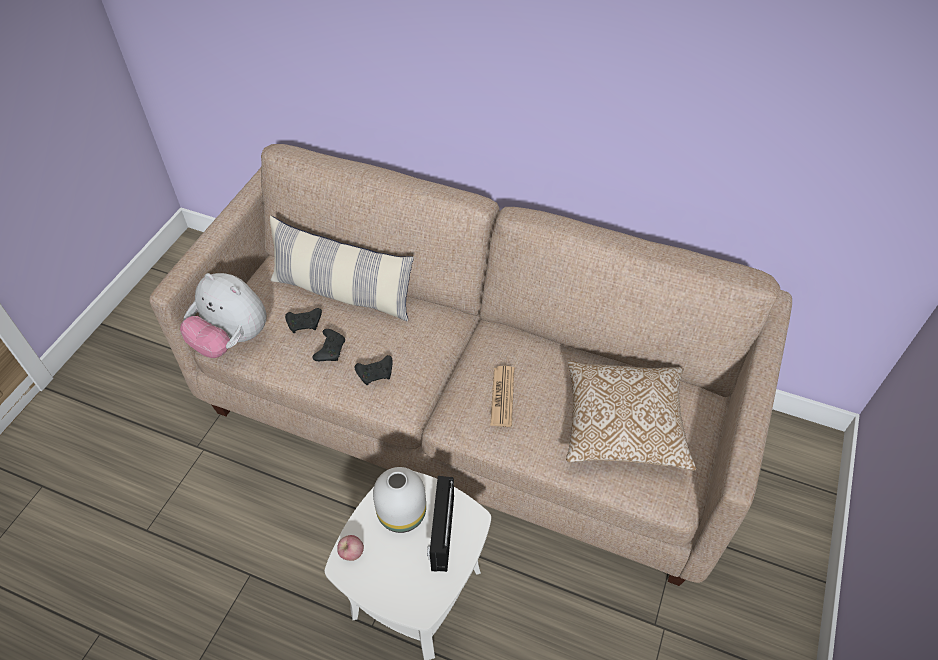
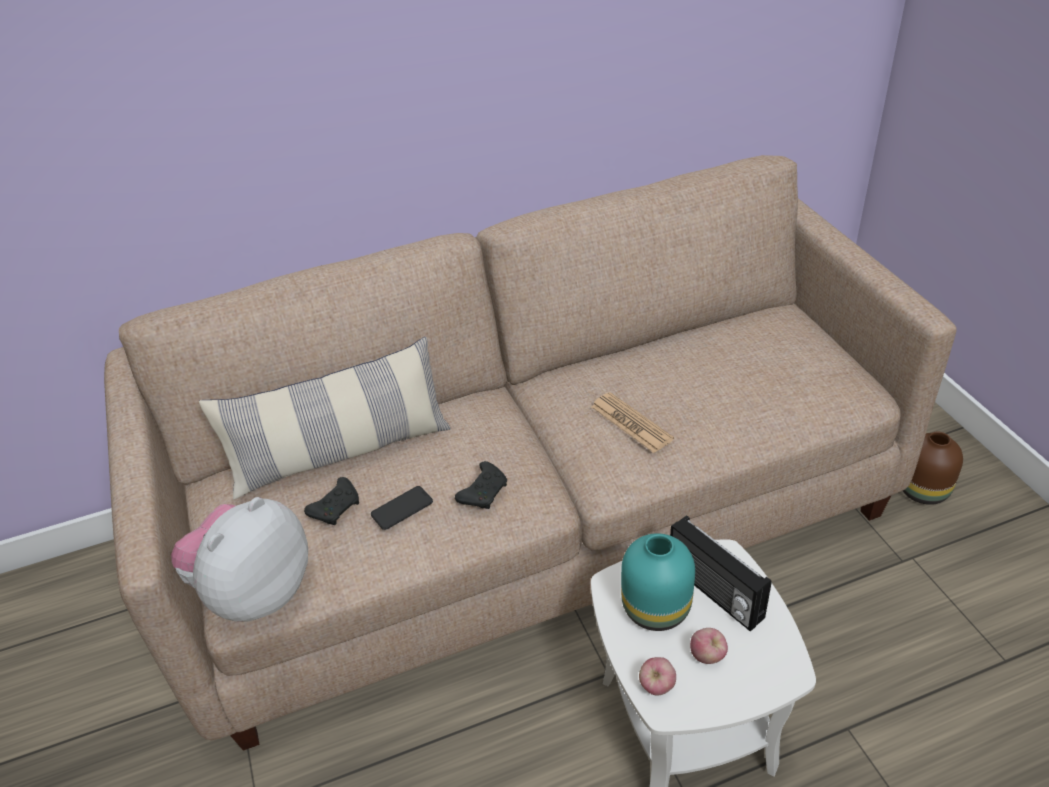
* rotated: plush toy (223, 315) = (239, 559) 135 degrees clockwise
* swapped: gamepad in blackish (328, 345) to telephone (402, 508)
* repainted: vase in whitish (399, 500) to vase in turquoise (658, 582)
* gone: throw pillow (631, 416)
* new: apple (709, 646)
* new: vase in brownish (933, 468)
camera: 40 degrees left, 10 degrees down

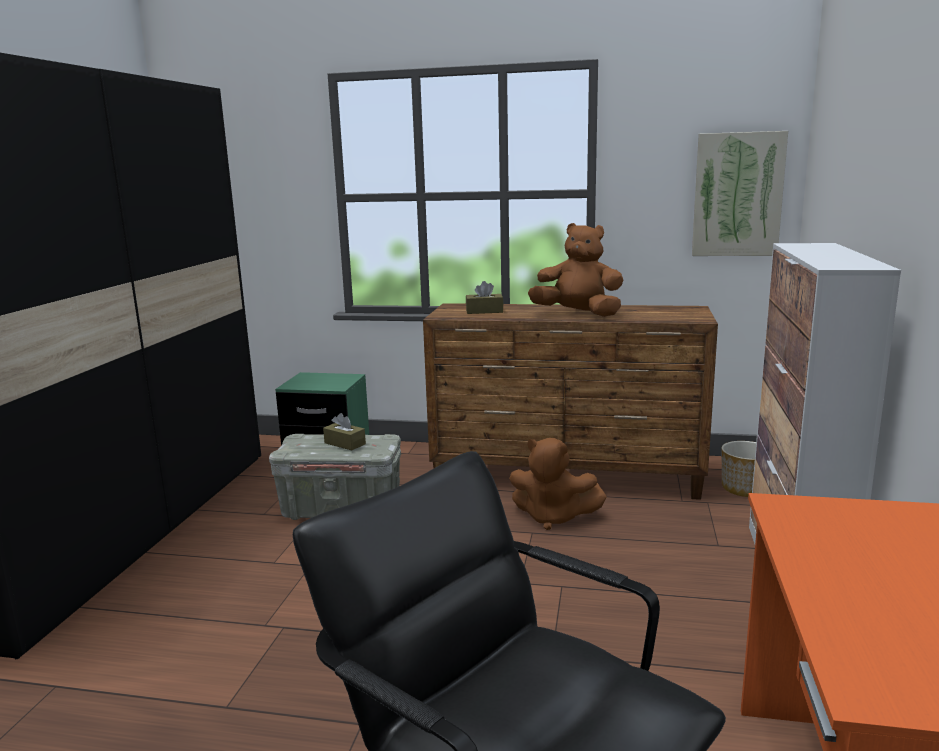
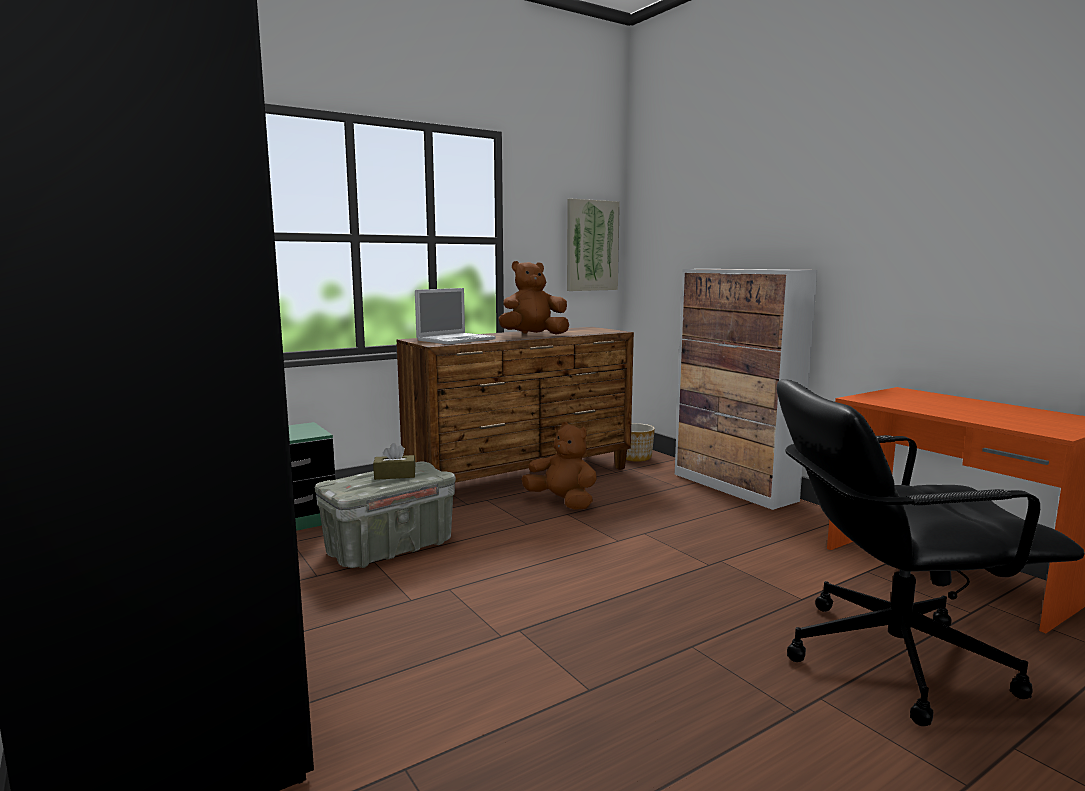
* swapped: tissue holder in brownish (484, 297) to portable computer (455, 316)
* rotated: plush toy in brownish (558, 484) = (559, 466) 120 degrees counterclockwise
camera: 45 degrees left, 5 degrees down

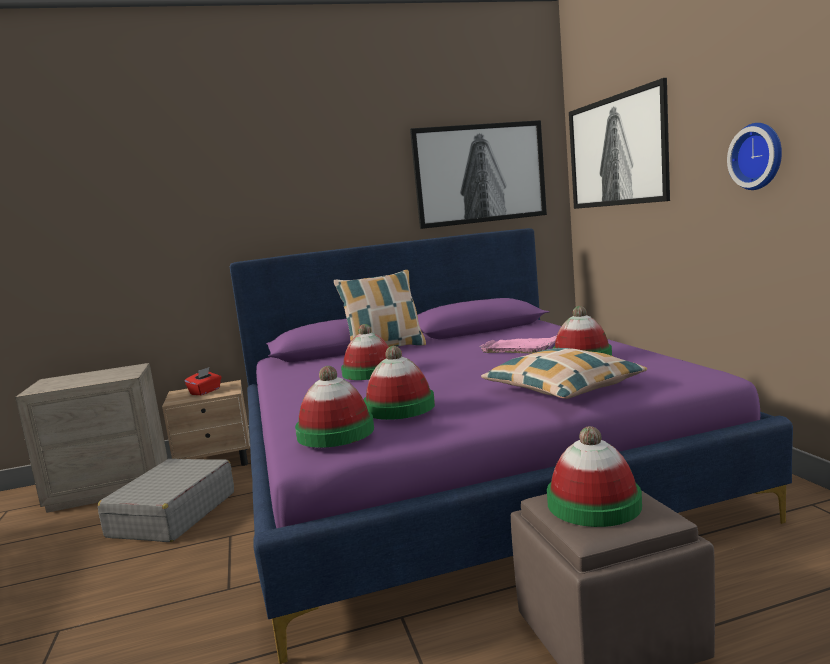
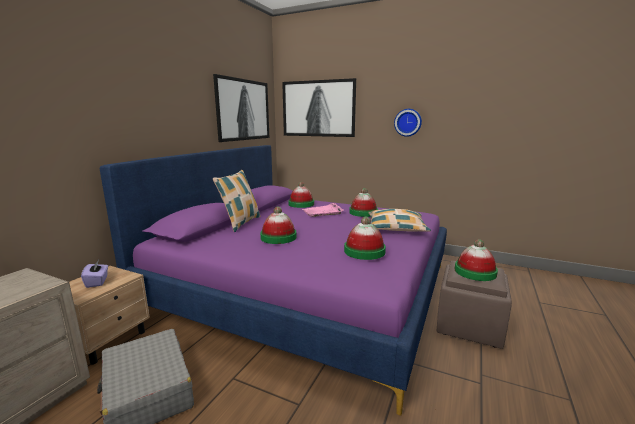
* repainted: tissue holder in red-coloured (203, 381) to tissue holder in purplish (94, 274)
* shifted: wearable hat (334, 407) to (301, 195)
camera: 50 degrees left, 5 degrees up

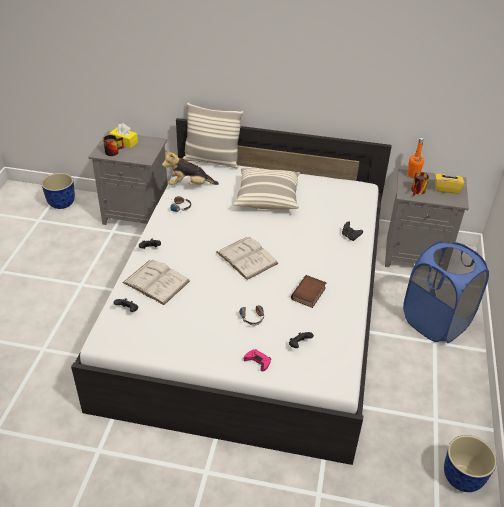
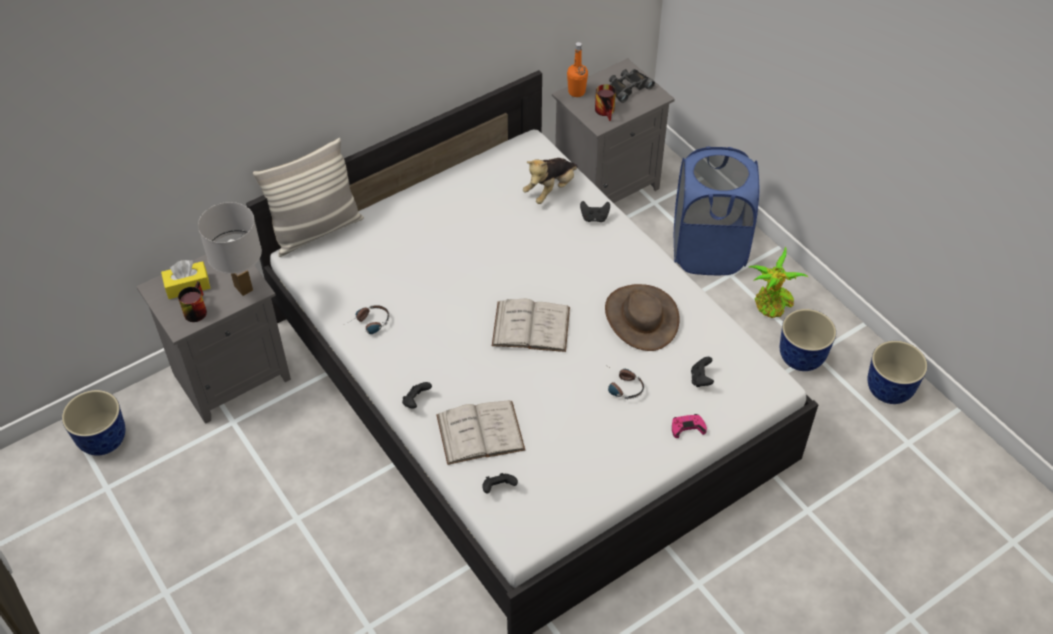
* shifted: plush toy (190, 167) to (550, 181)
* gone: throw pillow (267, 188)
* swapped: volume (308, 291) to wearable hat in brownish (642, 317)
* swapped: tissue holder in yellowish (450, 181) to pair of binoculars in blackish (632, 86)
* new: lamp for a table in whitish (230, 249)
* new: potted plant (778, 282)
* new: planter (808, 340)
camera: 45 degrees left, 10 degrees up

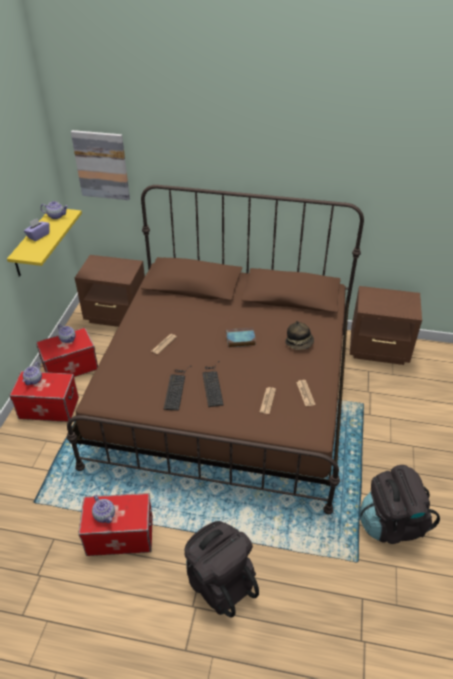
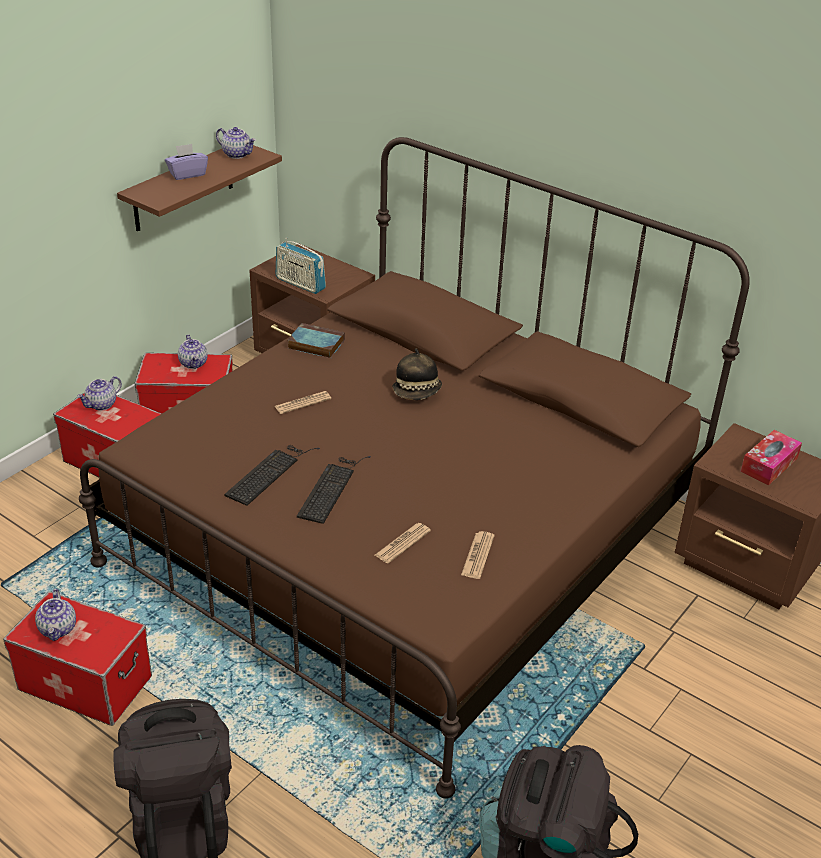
* repainted: bracket shelf in yellowish (44, 243) to bracket shelf in brownish (199, 188)
* gone: wall picture (100, 165)
* shifted: volume (241, 337) to (316, 340)
* shifted: wearable hat (299, 335) to (417, 374)
* new: radio (301, 265)
* new: tissue holder (771, 457)
camera: 25 degrees right, 5 degrees down

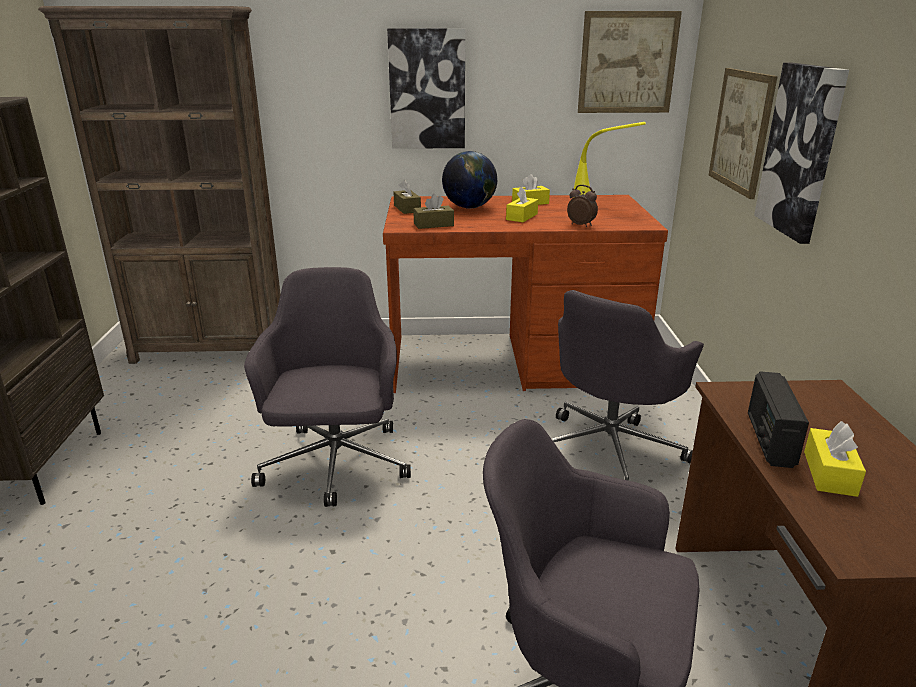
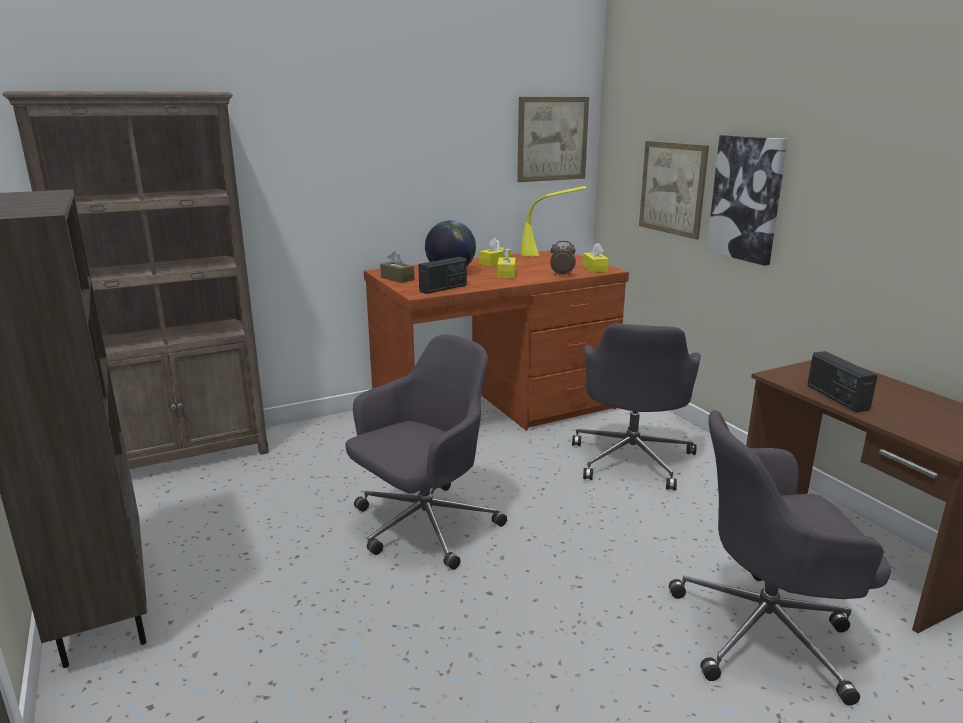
* rotated: desk chair in gray (327, 387) = (426, 452) 75 degrees clockwise
* gone: wall picture (426, 88)
* swapped: tissue holder in brownish (433, 211) to radio (442, 275)
* shifted: tissue holder in yellowish (835, 459) to (596, 258)
camera: 25 degrees left, 5 degrees down

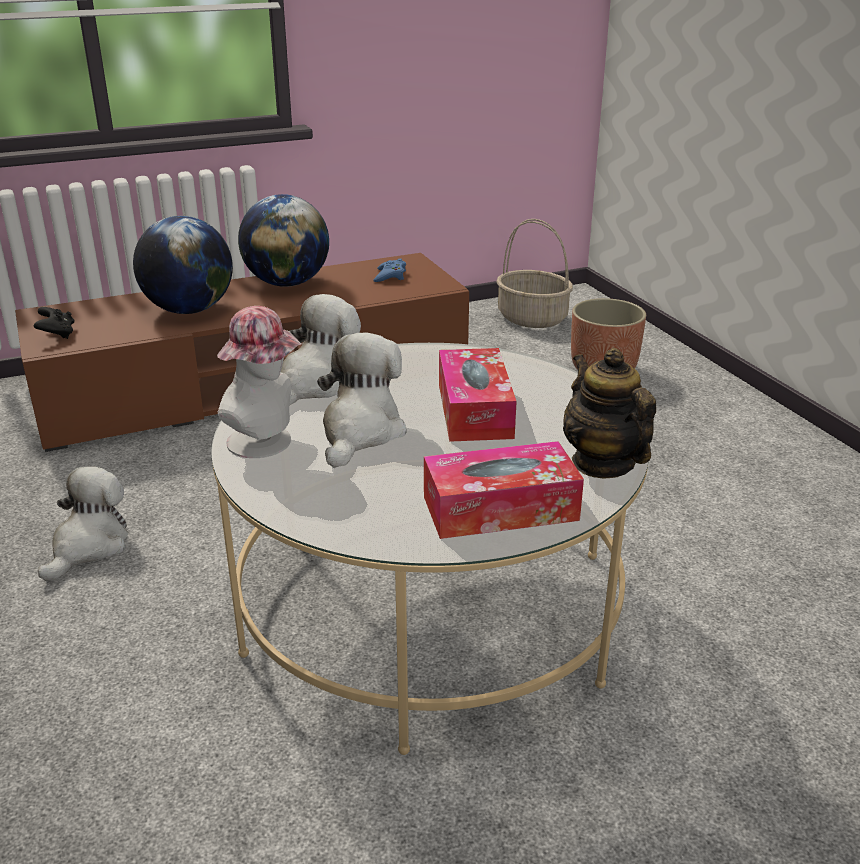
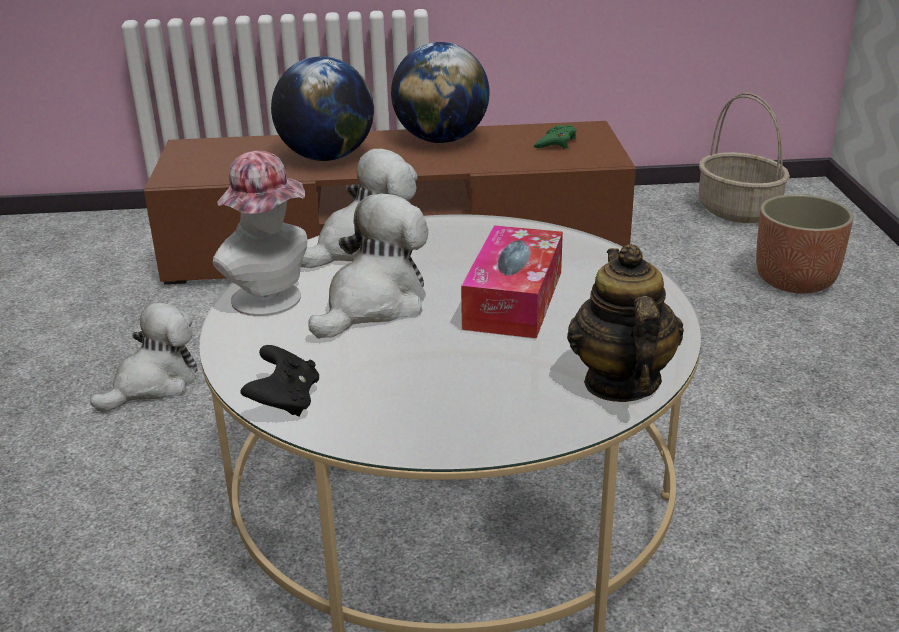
* shifted: gamepad in blackish (54, 323) to (280, 381)
* repainted: gamepad in blue (389, 270) to gamepad in green (555, 136)
* gone: tissue holder (504, 490)
camera: 20 degrees right, 0 degrees up

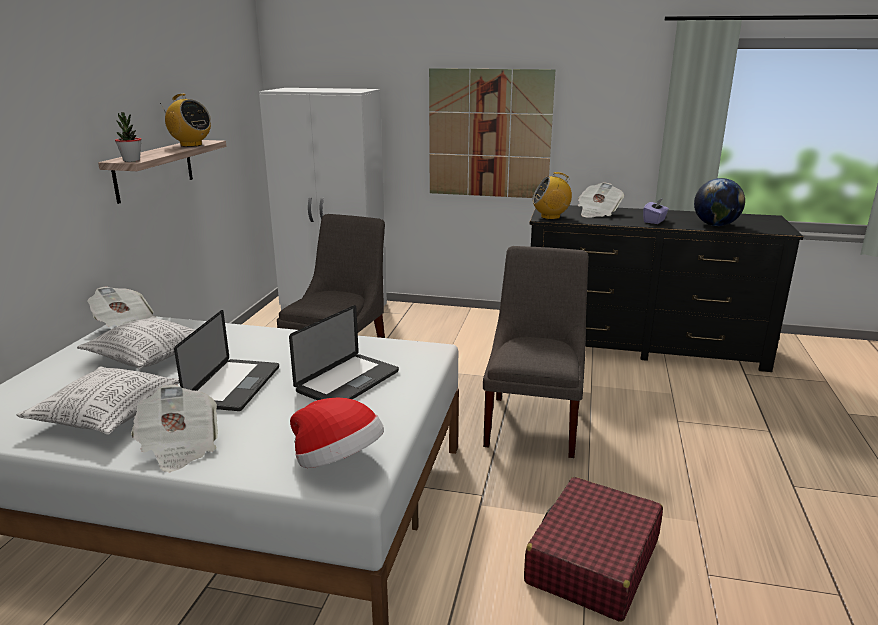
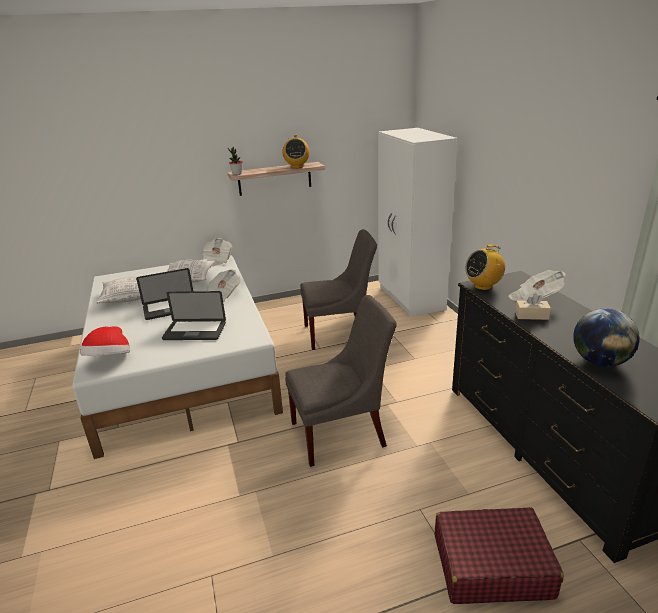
* shifted: daily paper (174, 428) to (223, 285)
* gone: wall picture (492, 133)
* shifted: travel case in red-coloured (593, 549) to (499, 555)
* rotated: radio (552, 196) = (485, 267) 75 degrees counterclockwise
* gone: tissue holder in purplish (656, 211)
* new: tissue holder in sand-coloured (533, 306)
camera: 60 degrees right, 5 degrees up

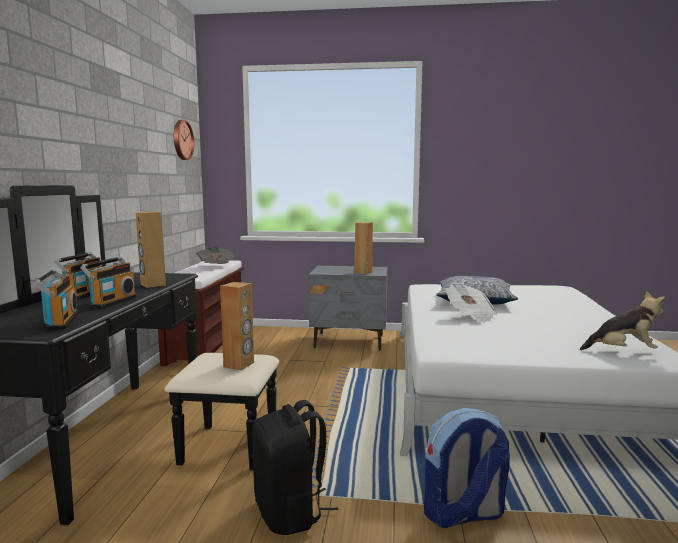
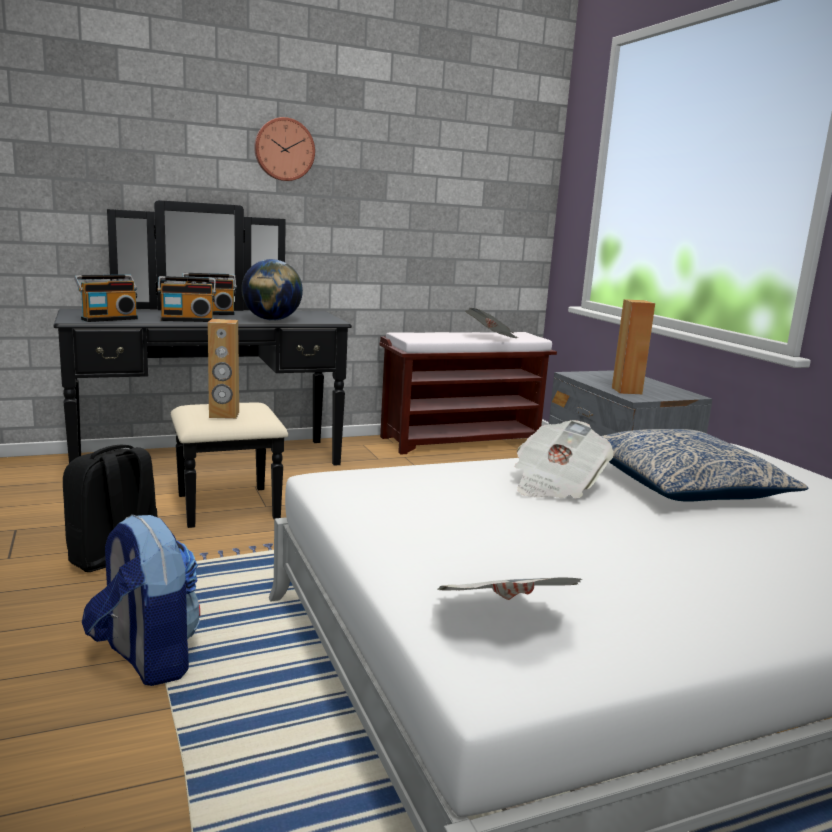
* swapped: speaker in brownish (151, 249) to globe (272, 290)
* shifted: wall clock (184, 140) to (284, 149)
* swapped: plush toy (622, 320) to daily paper (510, 588)
camera: 60 degrees right, 5 degrees up

